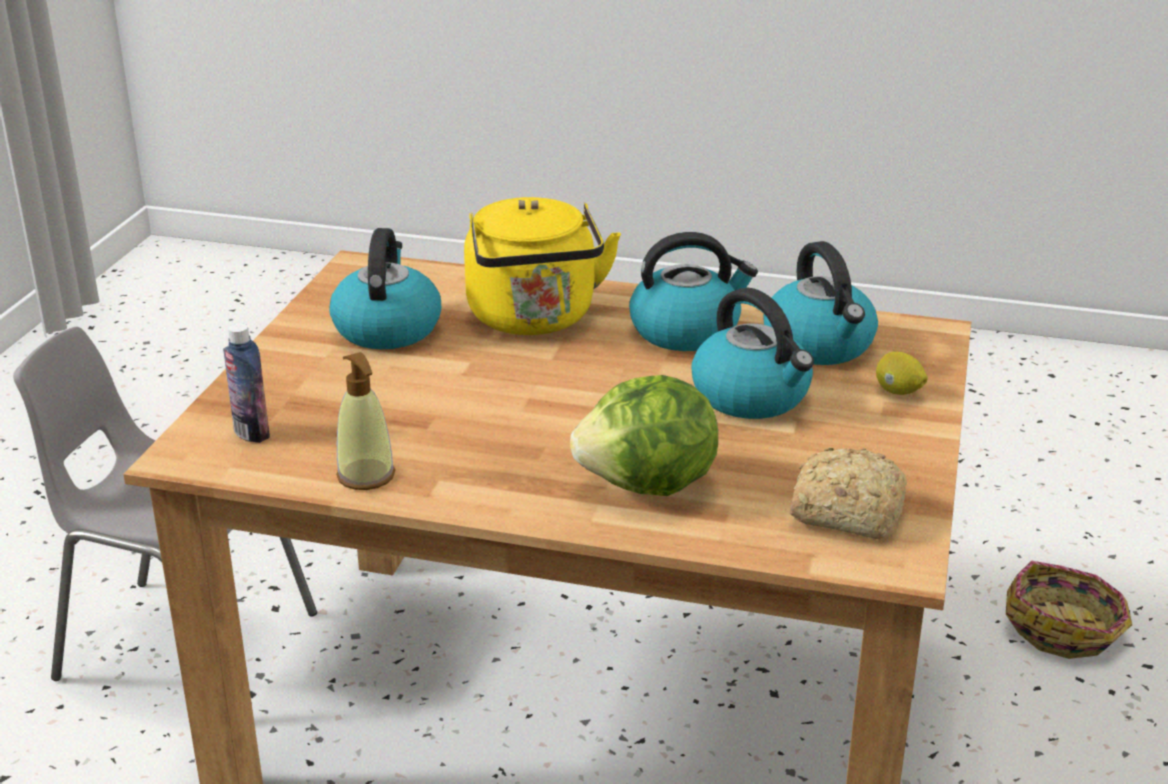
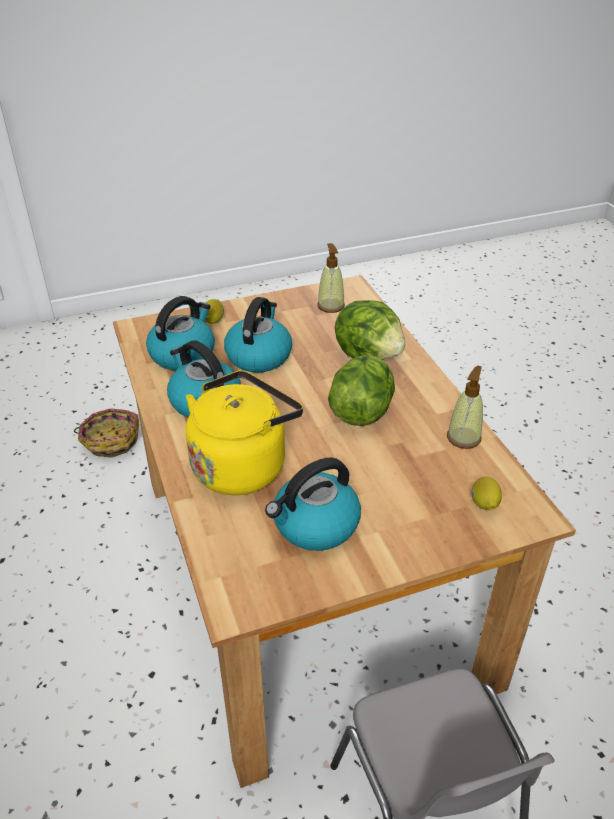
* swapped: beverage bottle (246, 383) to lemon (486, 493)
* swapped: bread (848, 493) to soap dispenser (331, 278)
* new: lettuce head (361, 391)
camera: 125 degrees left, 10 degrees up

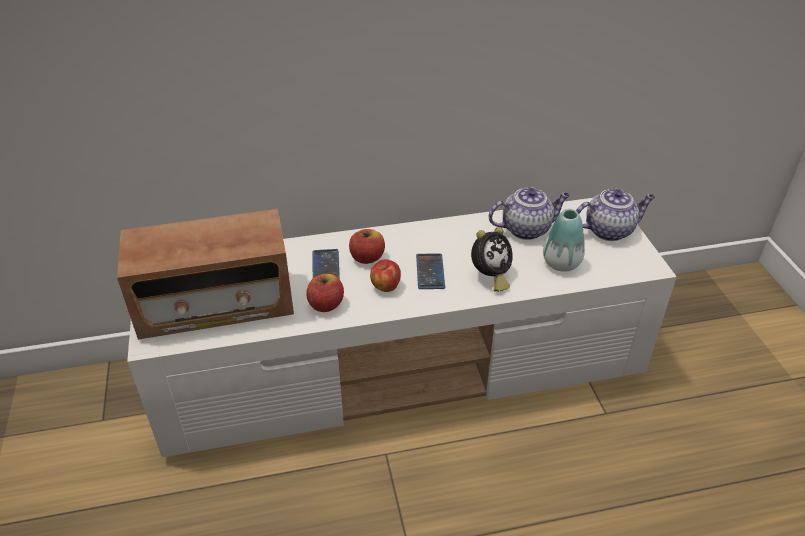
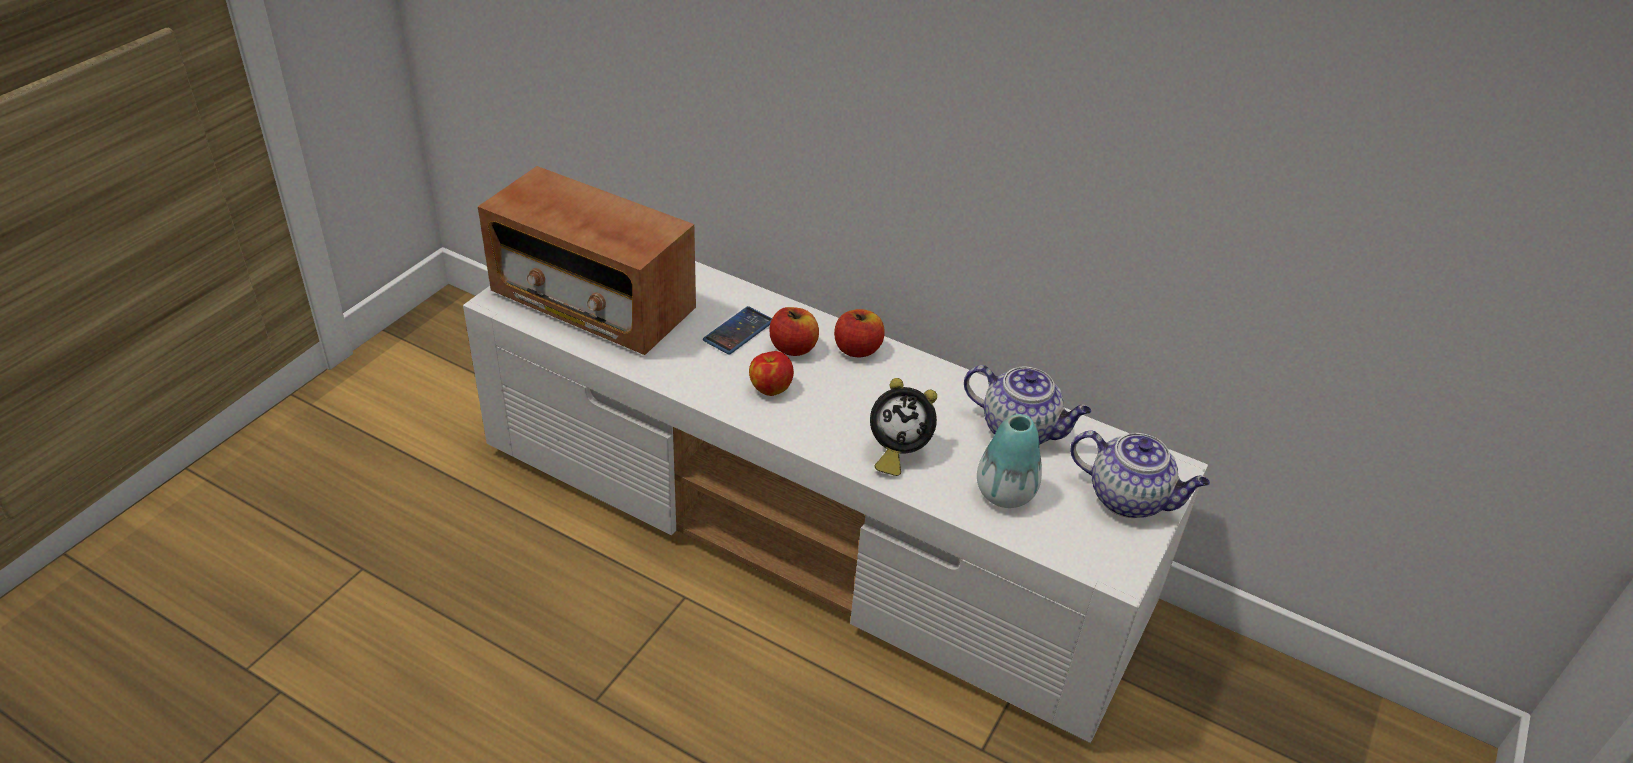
* shifted: apple (325, 293) to (859, 333)
* gone: telephone (430, 271)
camera: 40 degrees right, 0 degrees up

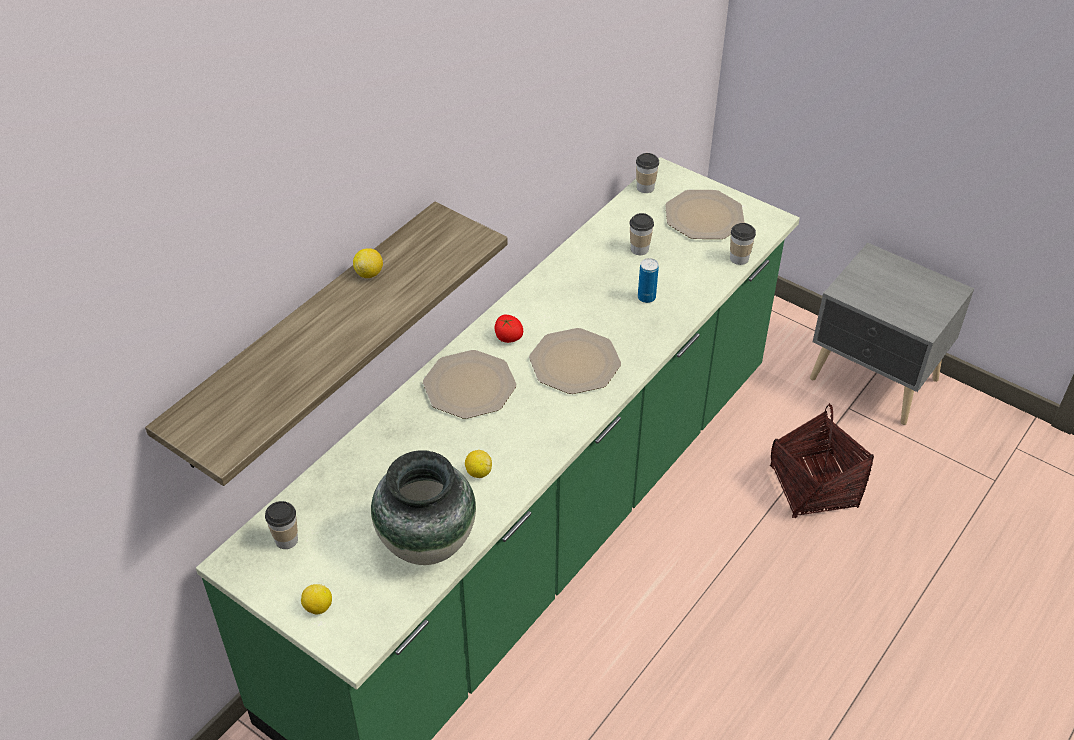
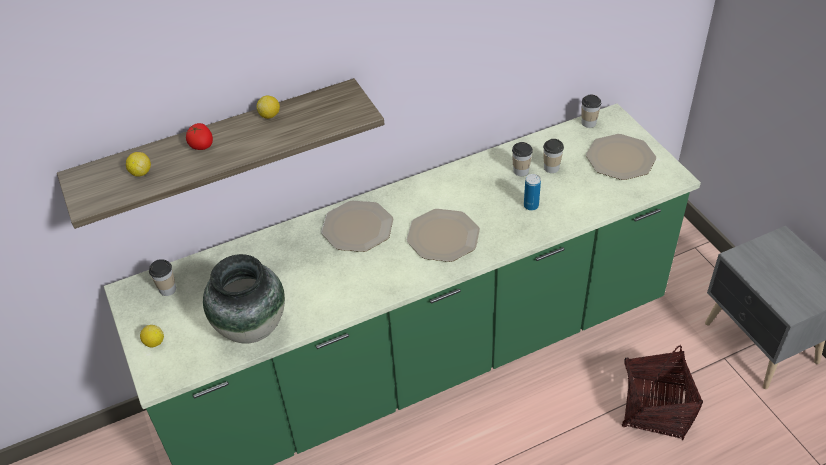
* shifted: lemon (478, 464) to (138, 164)
* shifted: fresh tomato (509, 329) to (199, 136)
* shifted: drinking cup (743, 244) to (522, 159)
camera: 30 degrees right, 0 degrees up

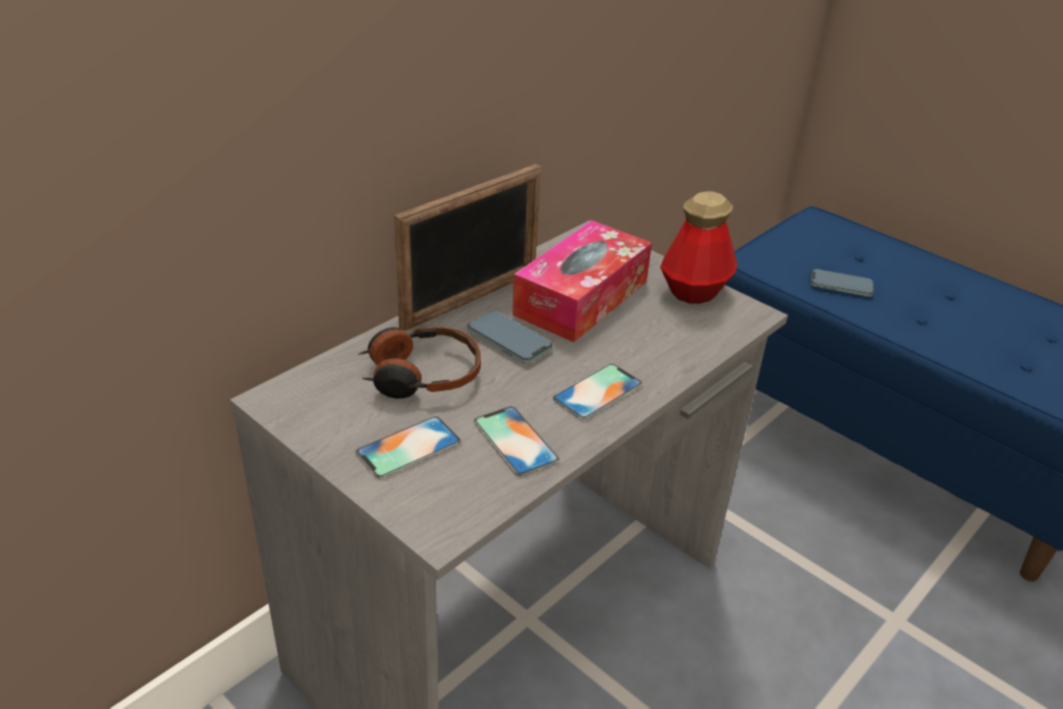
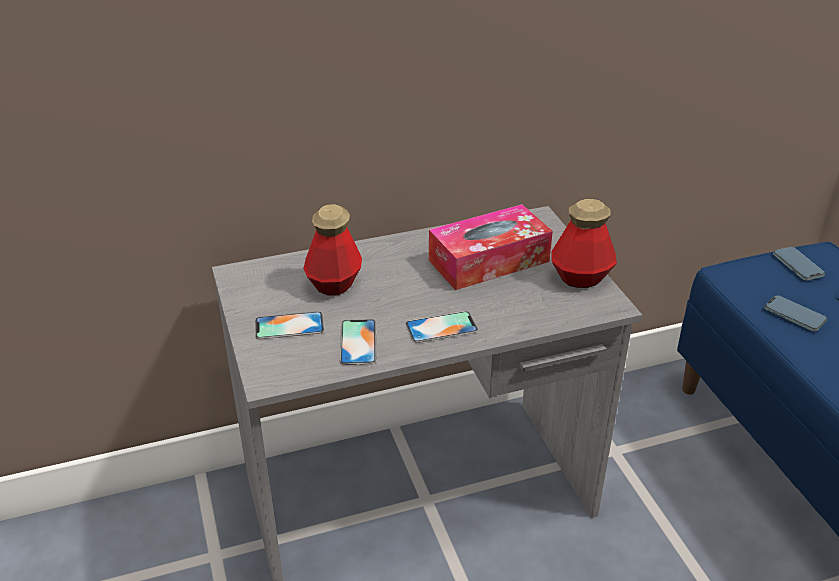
* swapped: headphones (419, 363) to beverage bottle (332, 250)
* gone: picture frame (467, 247)
* shifted: telephone (510, 337) to (799, 264)
camera: 30 degrees right, 0 degrees up

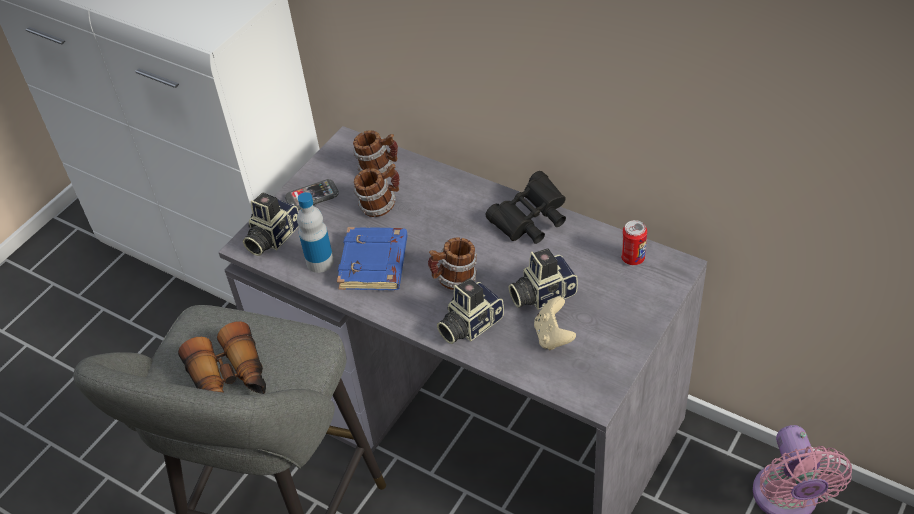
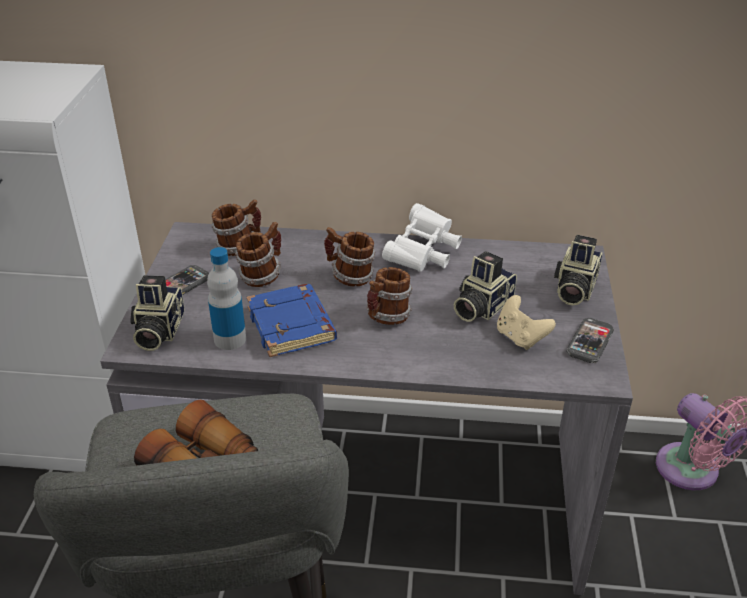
* shifted: photo camera (470, 311) to (578, 270)
* repainted: pair of binoculars in blackish (526, 207) to pair of binoculars in whitish (422, 237)
* gone: can (634, 242)
* new: tea mug (349, 256)
* new: telephone (590, 340)
camera: 30 degrees left, 10 degrees down

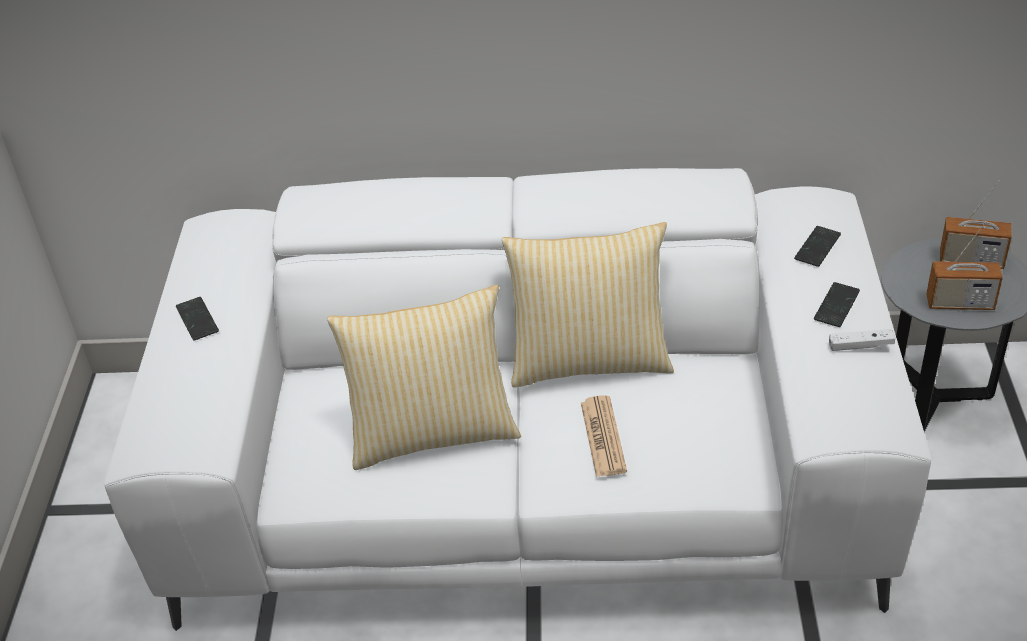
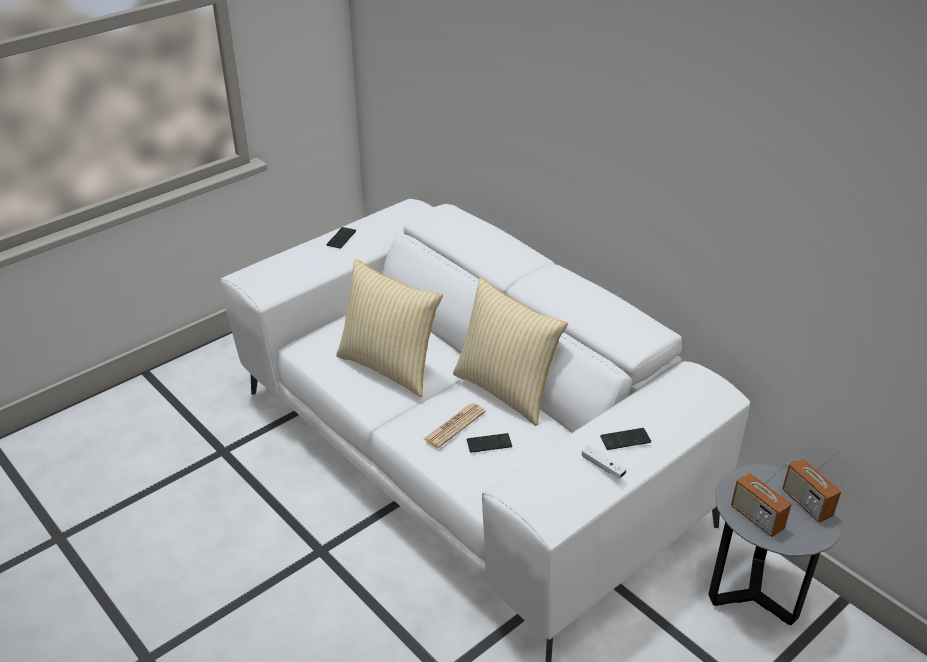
* shifted: telephone (817, 246) to (489, 442)
camera: 45 degrees right, 5 degrees down

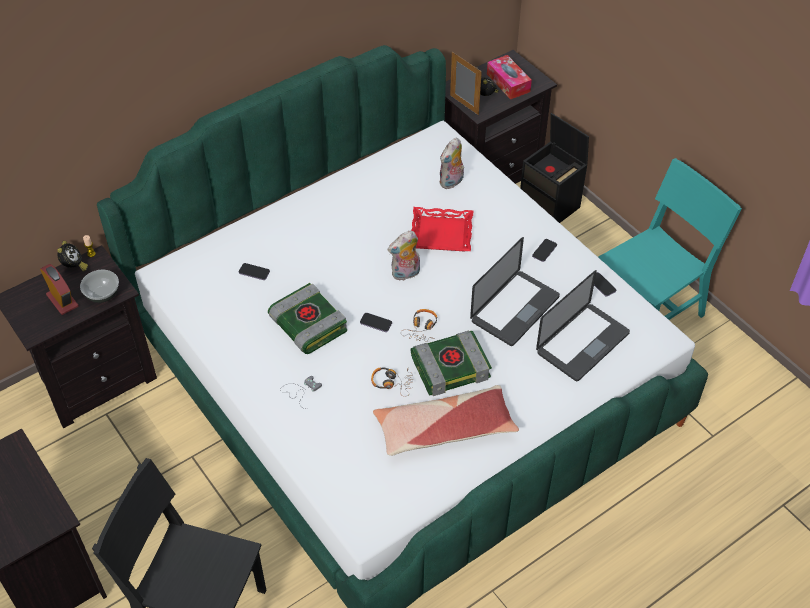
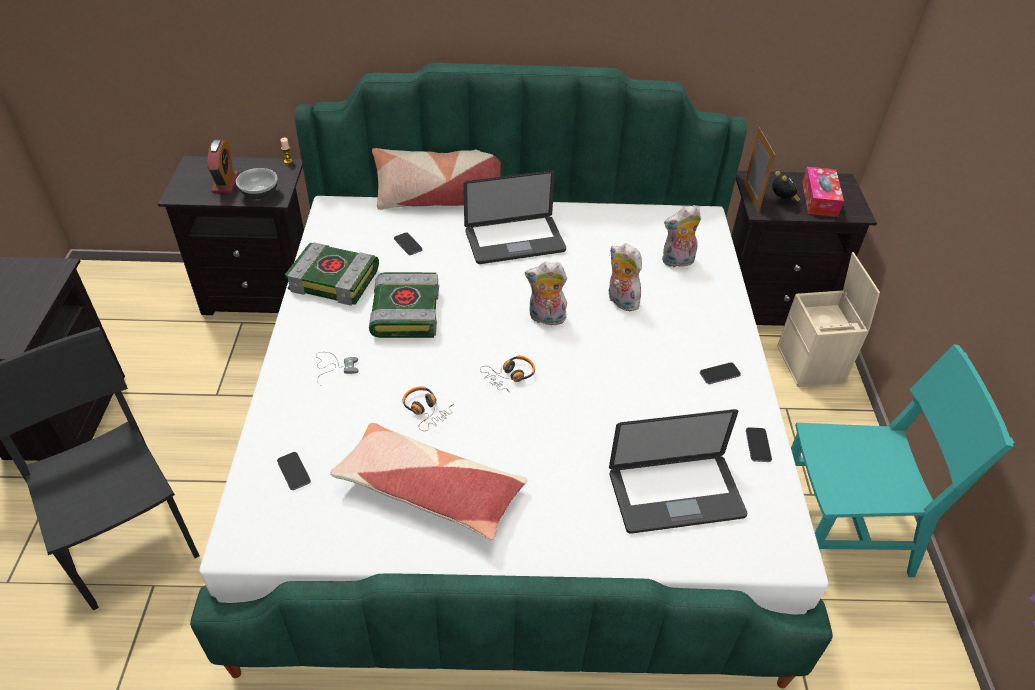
* gone: bedside clock (72, 256)
* shifted: telephone (376, 322) to (294, 471)
* swapped: tray in red-coloured (442, 229) to plush toy (625, 277)
* shifted: volume (451, 363) to (332, 274)
* shifted: portable computer (515, 291) to (514, 217)
* repainted: storage container in blackish (554, 168) to storage container in sand-coloured (828, 319)
* new: throw pillow (436, 179)
camera: 35 degrees right, 5 degrees down

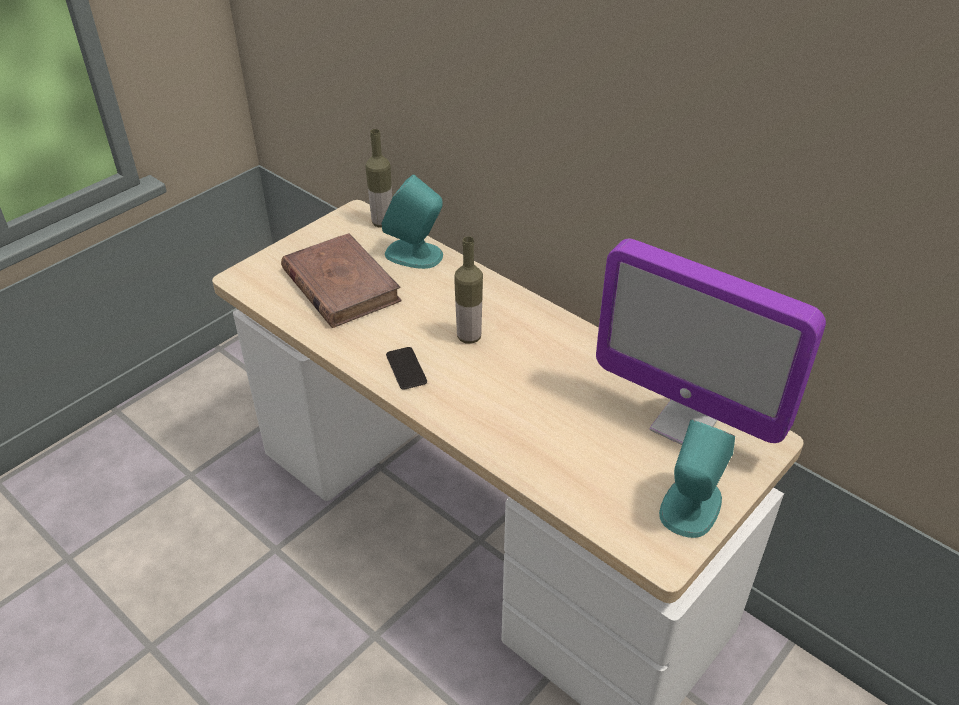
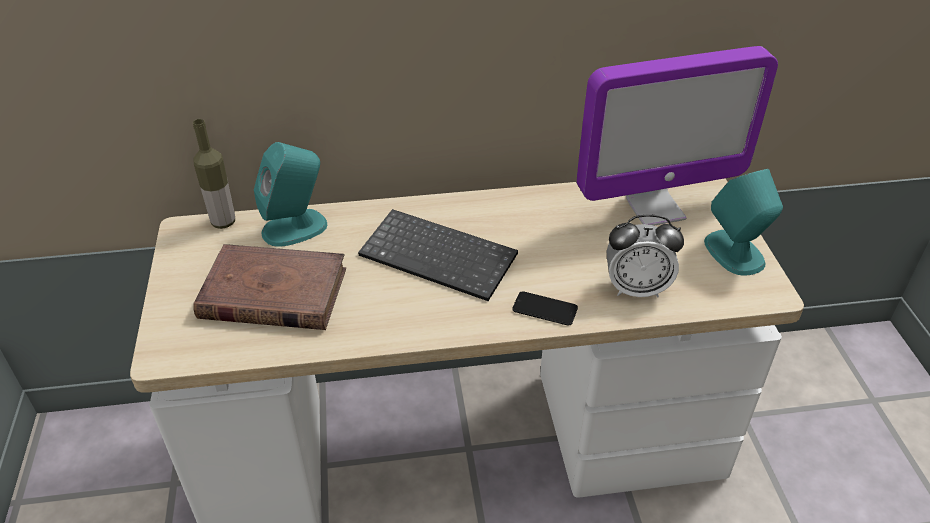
* shifted: telephone (406, 368) to (545, 308)
* swapped: beverage bottle (468, 290) to PC keyboard (438, 255)
* new: bedside clock (645, 255)
camera: 50 degrees left, 0 degrees up

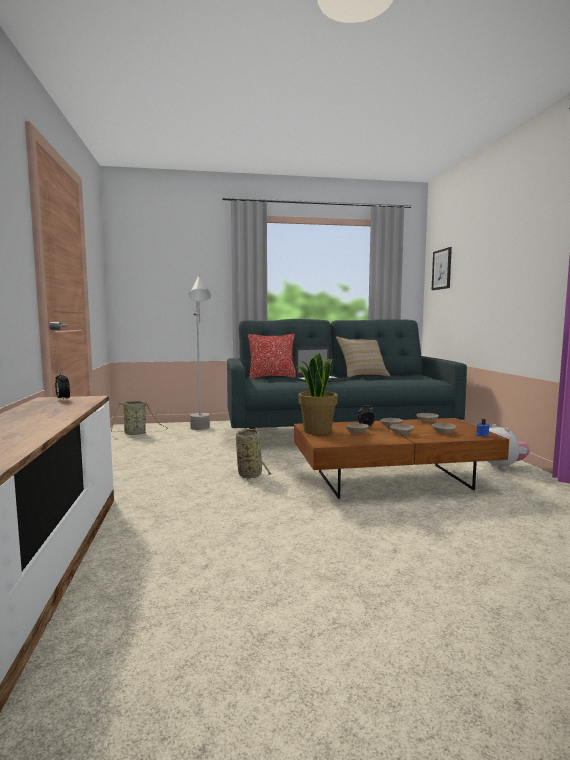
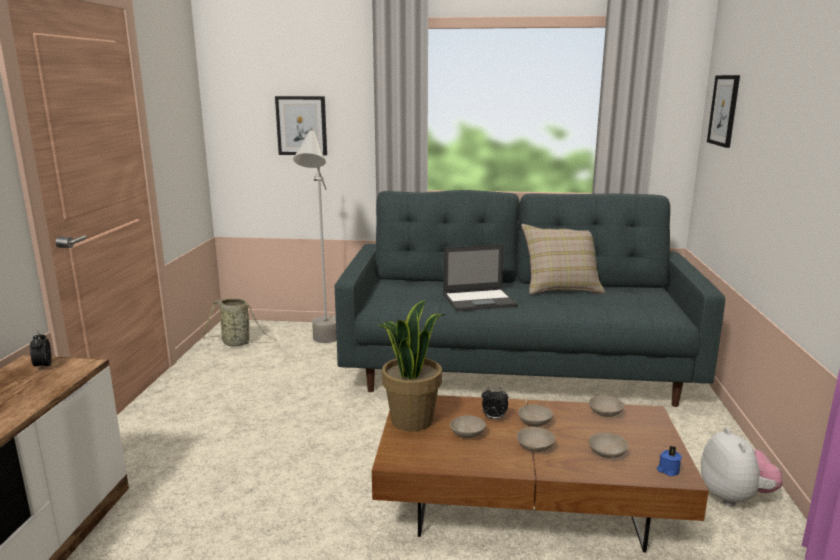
* gone: basket (253, 456)
* gone: throw pillow (271, 356)
* new: wall picture (301, 125)
camera: 15 degrees right, 10 degrees up

